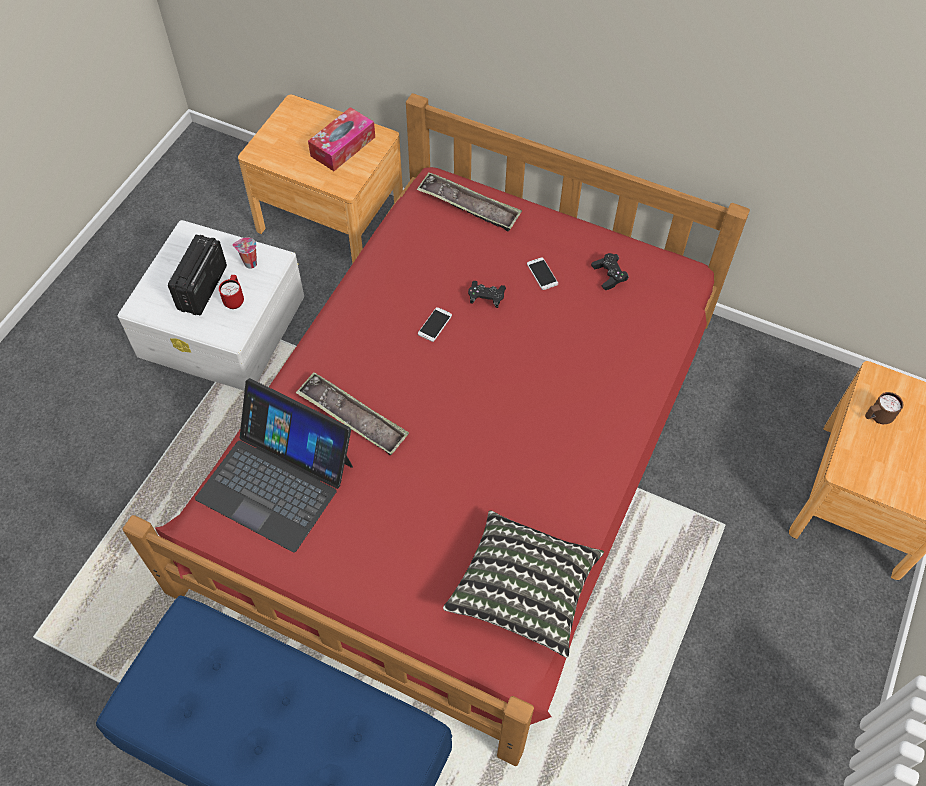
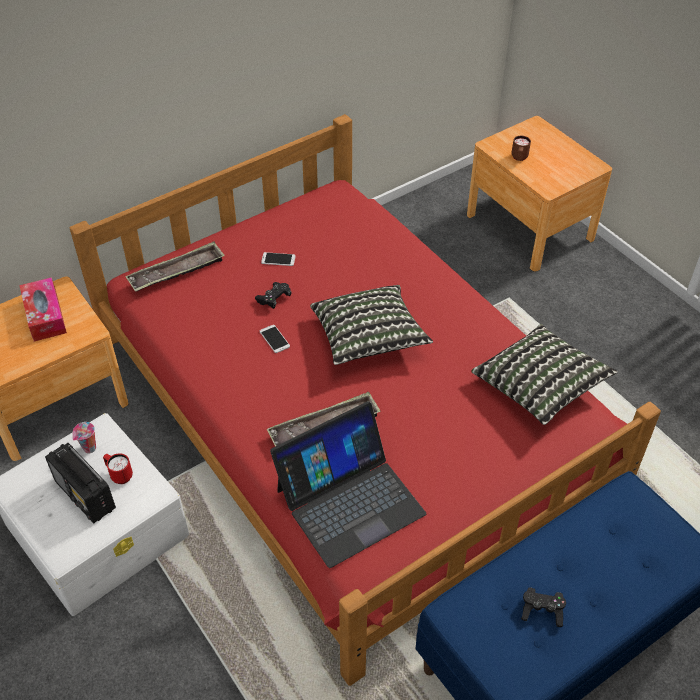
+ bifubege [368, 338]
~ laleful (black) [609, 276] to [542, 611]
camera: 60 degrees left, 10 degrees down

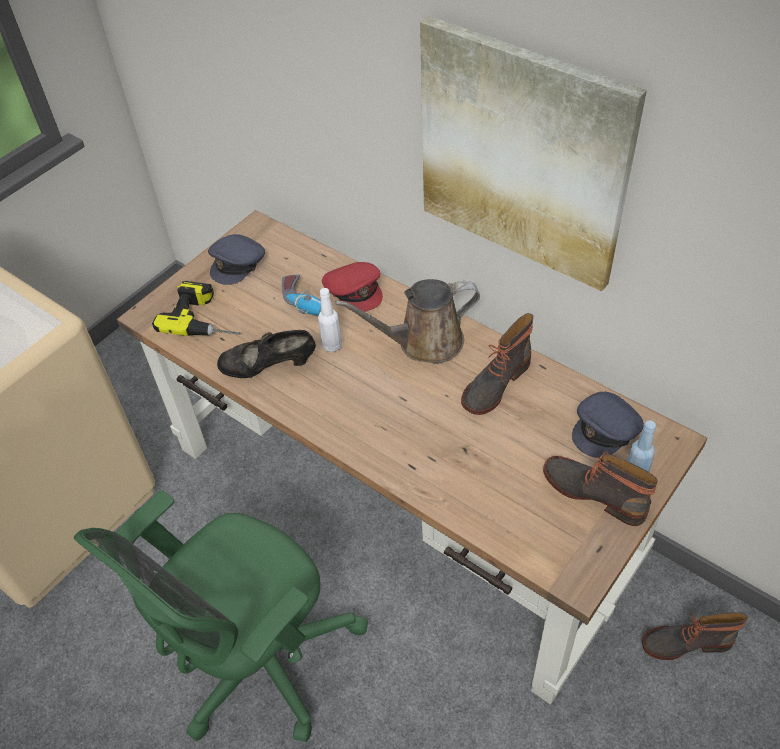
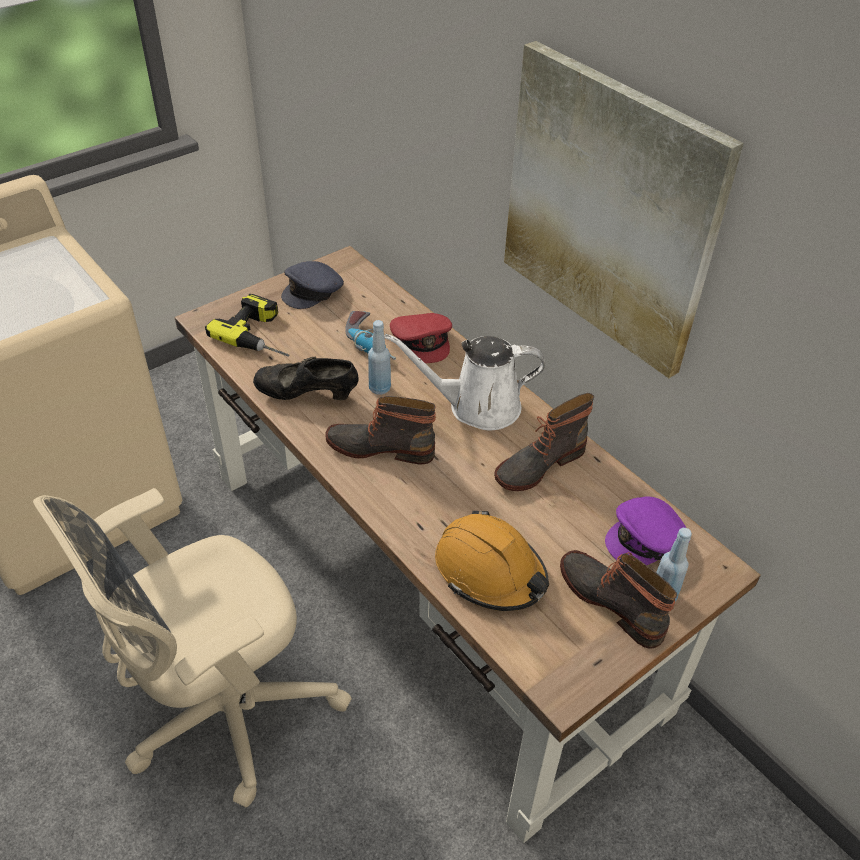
+ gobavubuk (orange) [490, 571]
~ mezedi [685, 642] to [381, 447]
~ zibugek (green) [258, 664] to zibugek (beige) [224, 713]
~ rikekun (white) [332, 345] to rikekun (blue) [379, 388]
~ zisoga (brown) [424, 342] to zisoga (white) [477, 406]
~ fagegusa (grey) [606, 429] to fagegusa (purple) [646, 539]
camera: 10 degrees right, 5 degrees down

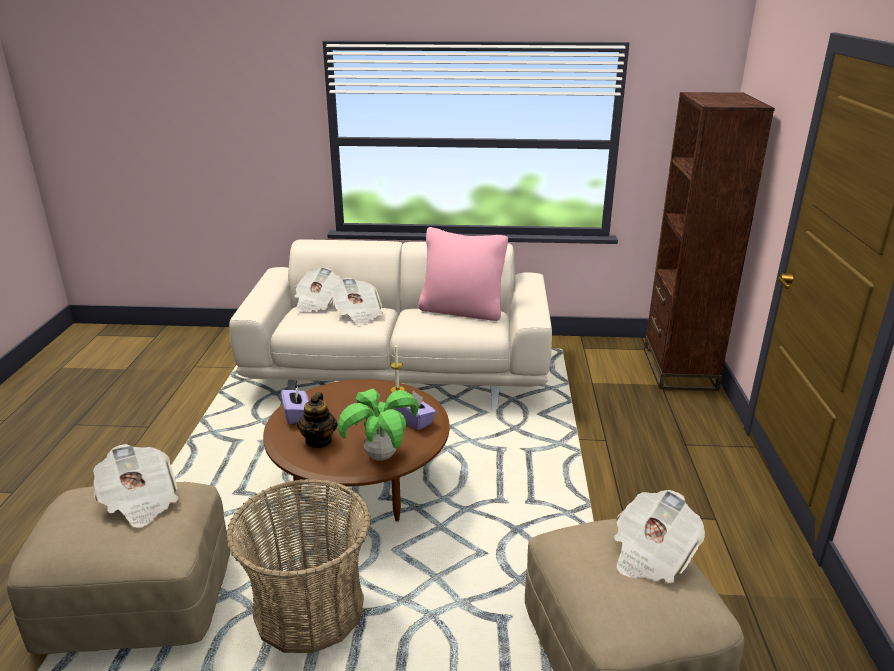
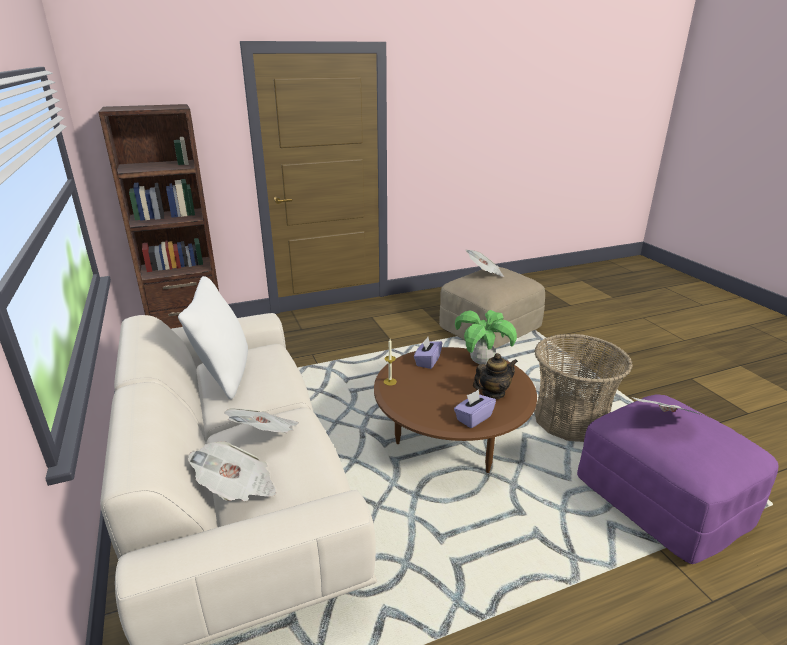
~ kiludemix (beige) [137, 602] to kiludemix (purple) [663, 501]
~ bifubege (pink) [462, 310] to bifubege (white) [224, 374]
camera: 115 degrees left, 0 degrees up

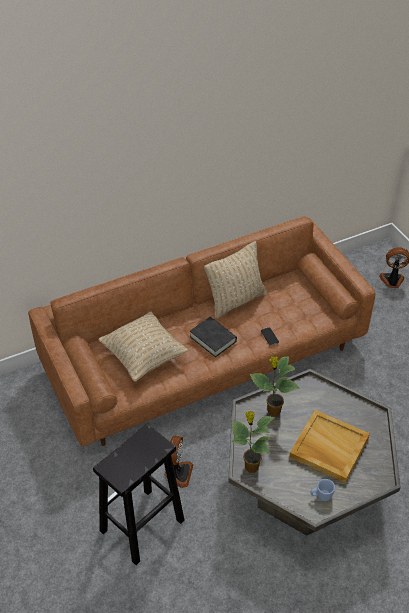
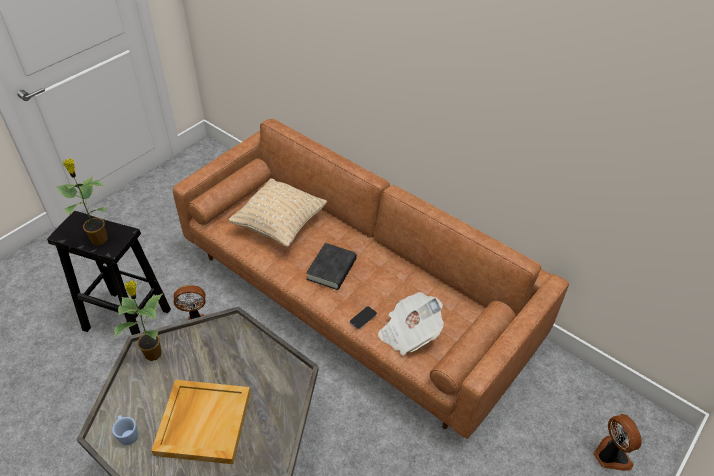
- bifubege (beige) [235, 301]
+ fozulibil [409, 333]
~ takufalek [273, 411] to [98, 239]
camera: 65 degrees right, 0 degrees up

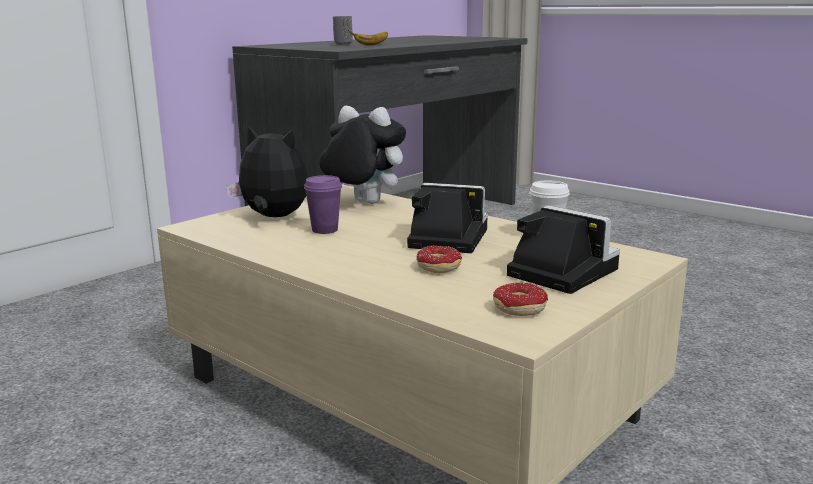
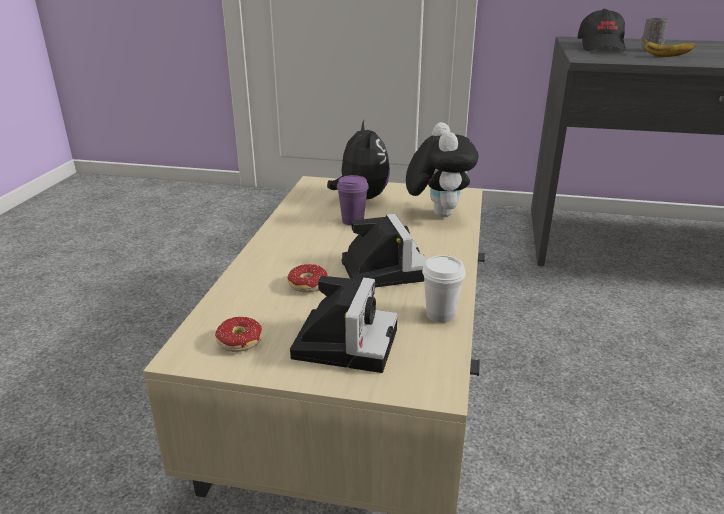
+ fagegusa (black) [601, 47]
camera: 60 degrees right, 10 degrees up

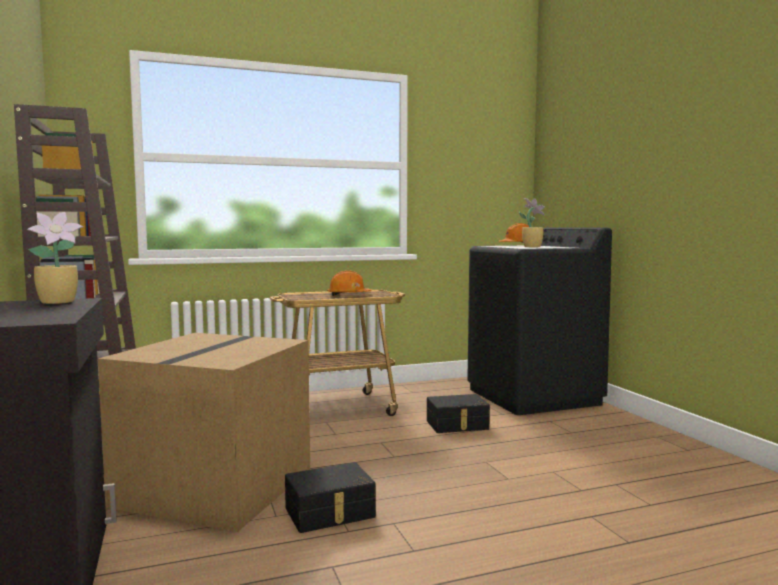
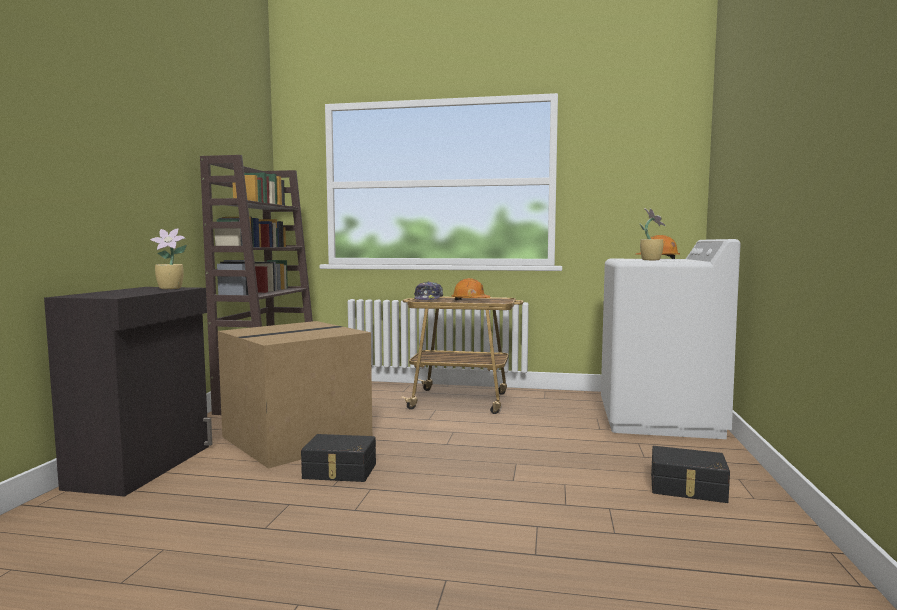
+ fagegusa [428, 299]
~ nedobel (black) [457, 425] to [688, 488]
~ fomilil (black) [533, 397] to fomilil (white) [659, 419]
camera: 30 degrees right, 0 degrees up

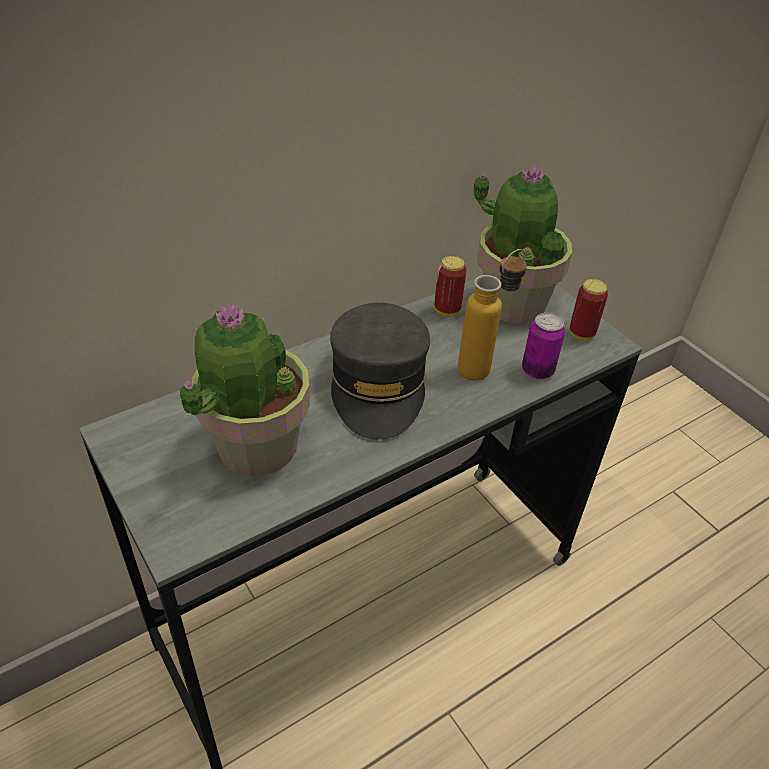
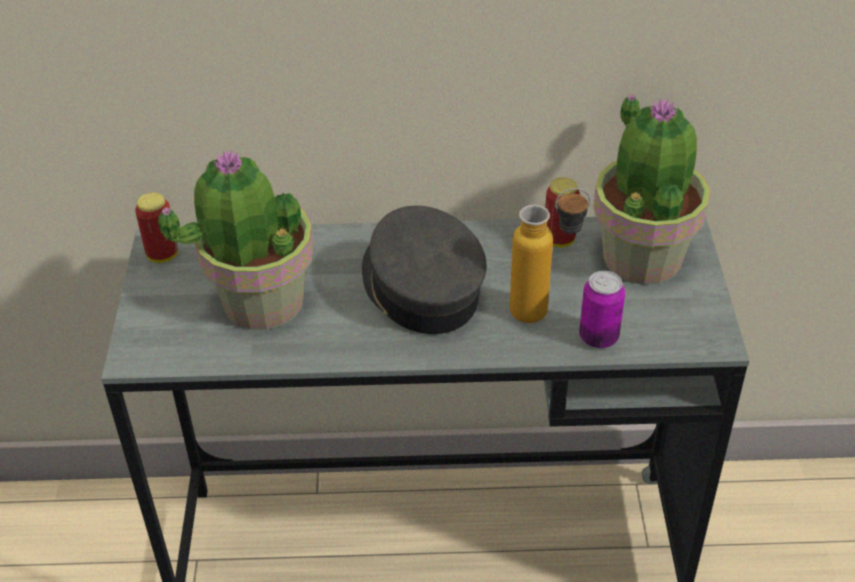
~ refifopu [581, 334] to [163, 255]
~ fagegusa (grey) [378, 384] = [420, 288] 120 degrees clockwise
camera: 35 degrees right, 0 degrees up

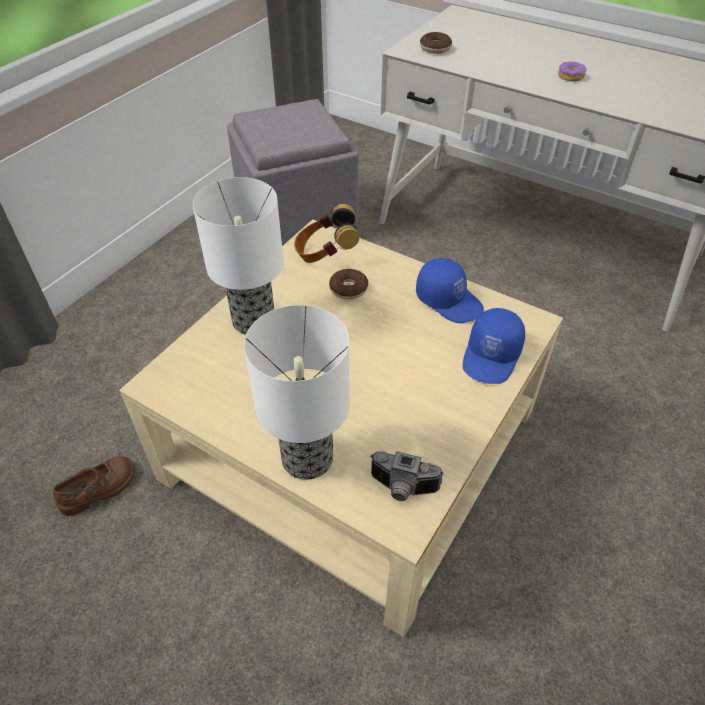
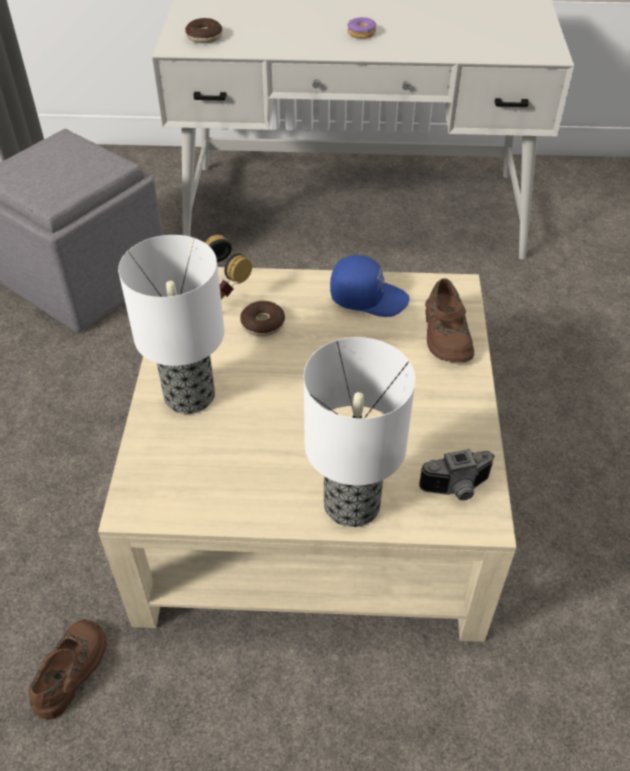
~ fagegusa (blue) [492, 356] to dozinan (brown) [445, 334]
camera: 30 degrees left, 0 degrees up

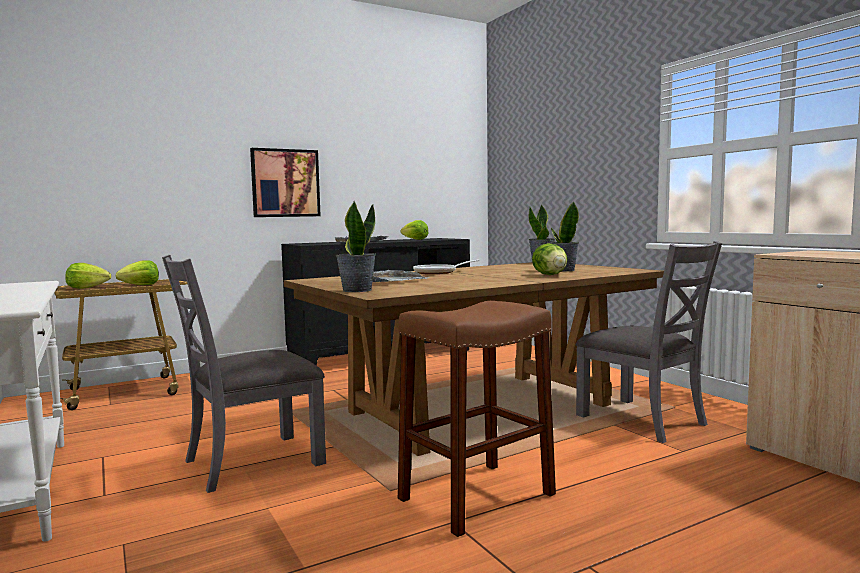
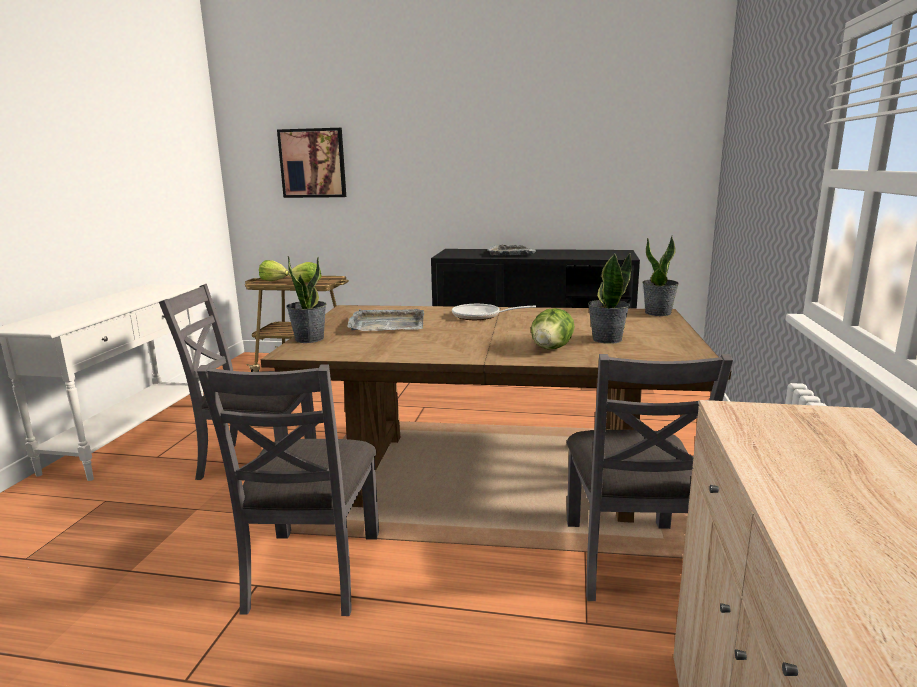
- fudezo [415, 239]
~ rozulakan [285, 183] to [312, 163]
~ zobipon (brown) [476, 496] to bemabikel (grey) [313, 570]
camera: 40 degrees right, 10 degrees up

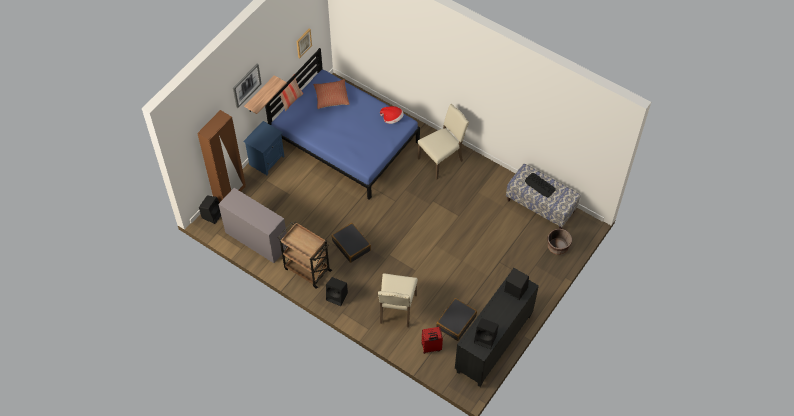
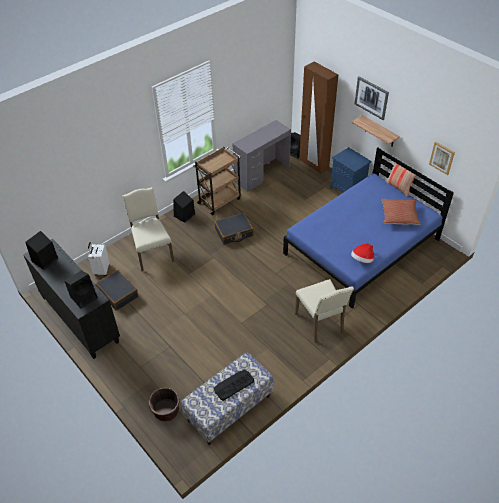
~ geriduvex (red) [431, 347] to geriduvex (white) [101, 270]
~ bemabikel (beige) [397, 309] = [152, 253] 45 degrees clockwise
camera: 105 degrees right, 10 degrees down

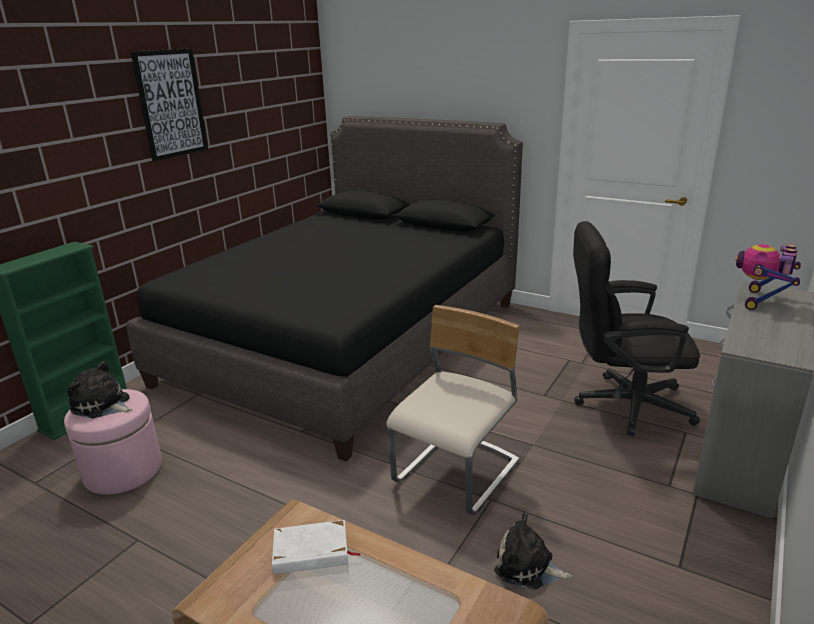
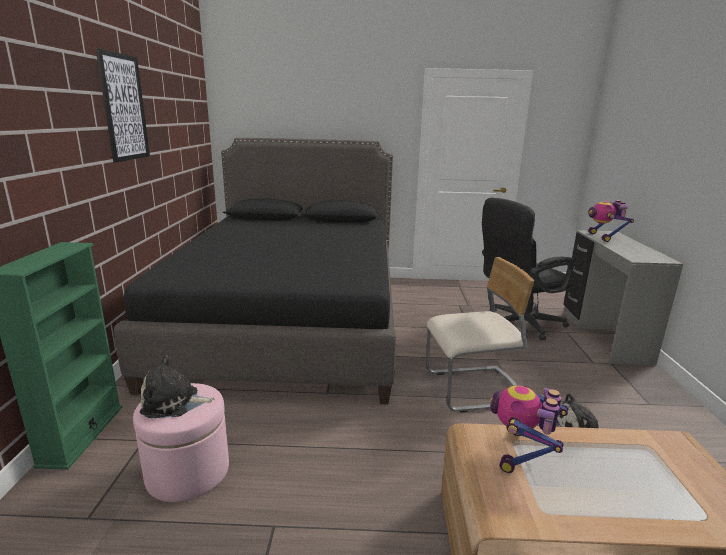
~ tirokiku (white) [311, 552] to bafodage [522, 453]
~ bemabikel (beige) [458, 474] = [474, 390] 75 degrees clockwise
camera: 30 degrees left, 5 degrees down

